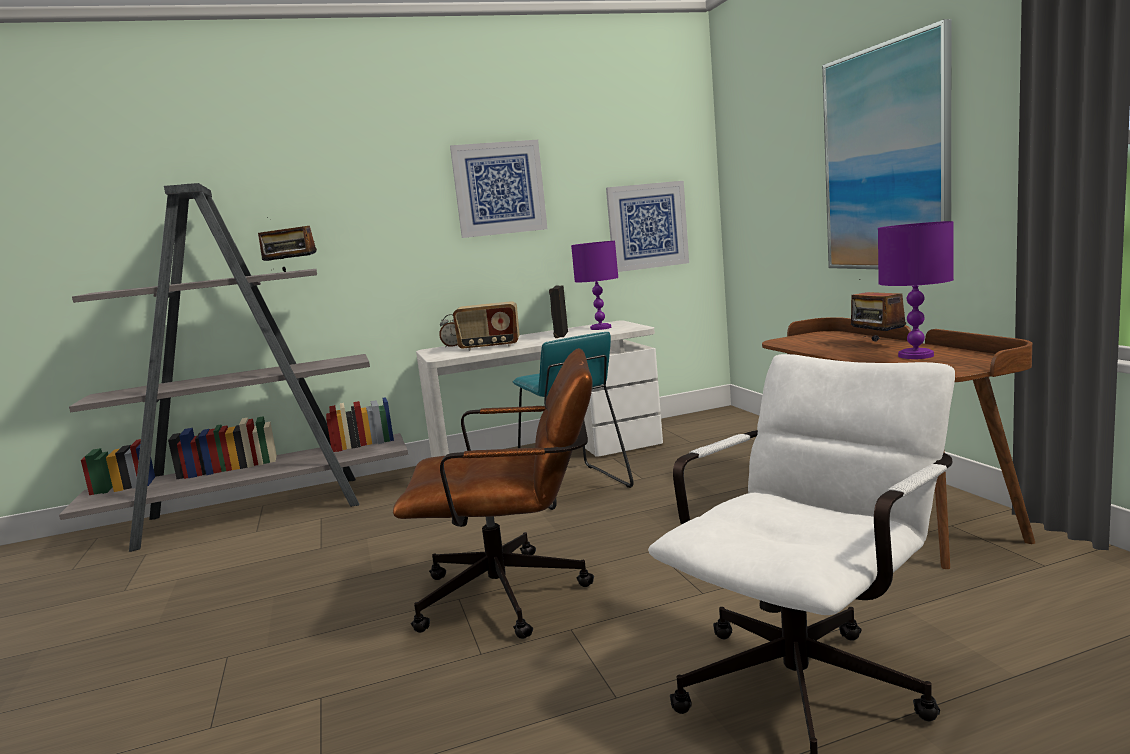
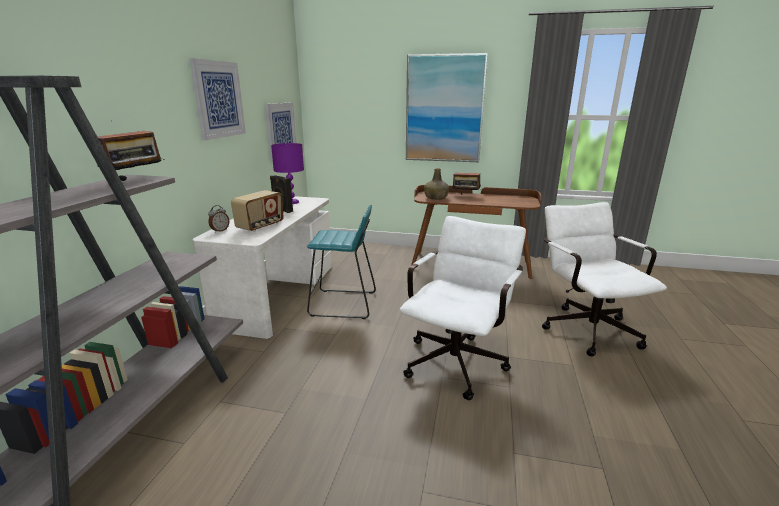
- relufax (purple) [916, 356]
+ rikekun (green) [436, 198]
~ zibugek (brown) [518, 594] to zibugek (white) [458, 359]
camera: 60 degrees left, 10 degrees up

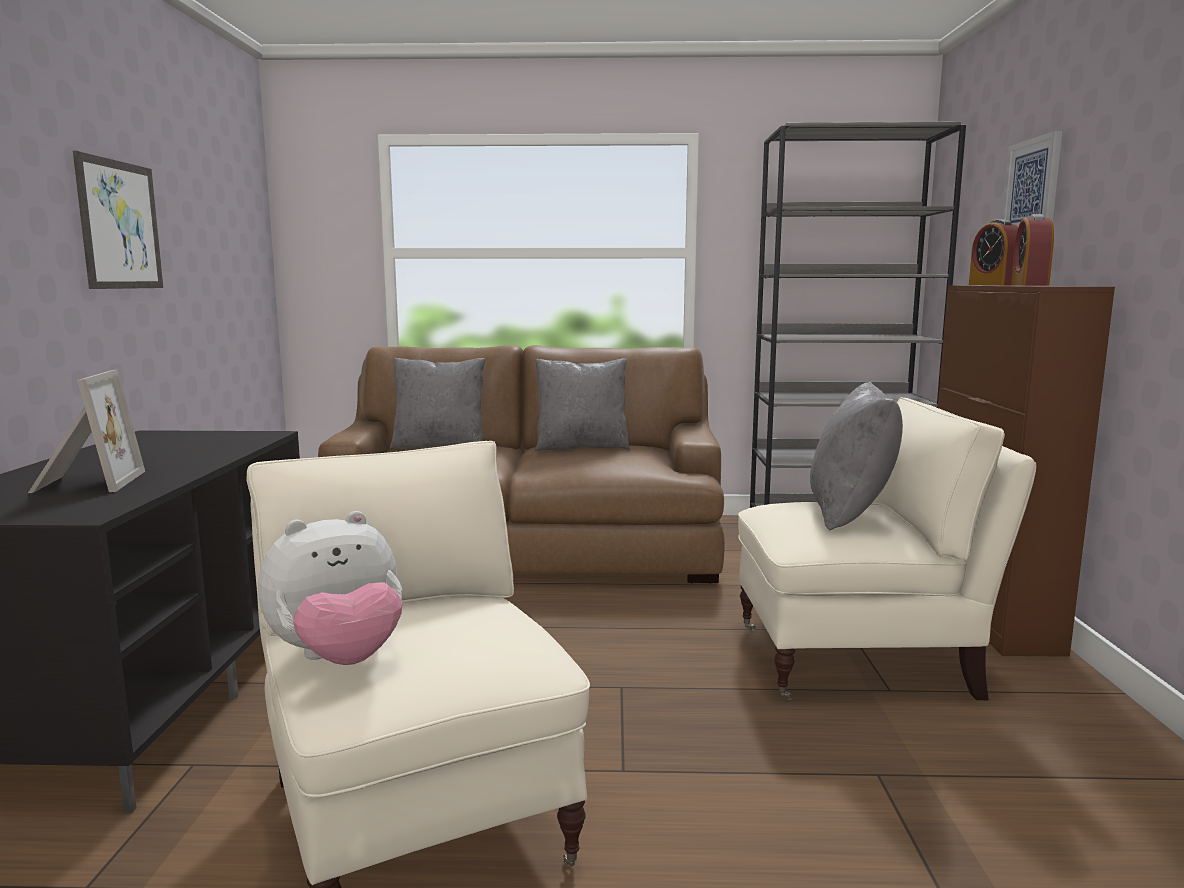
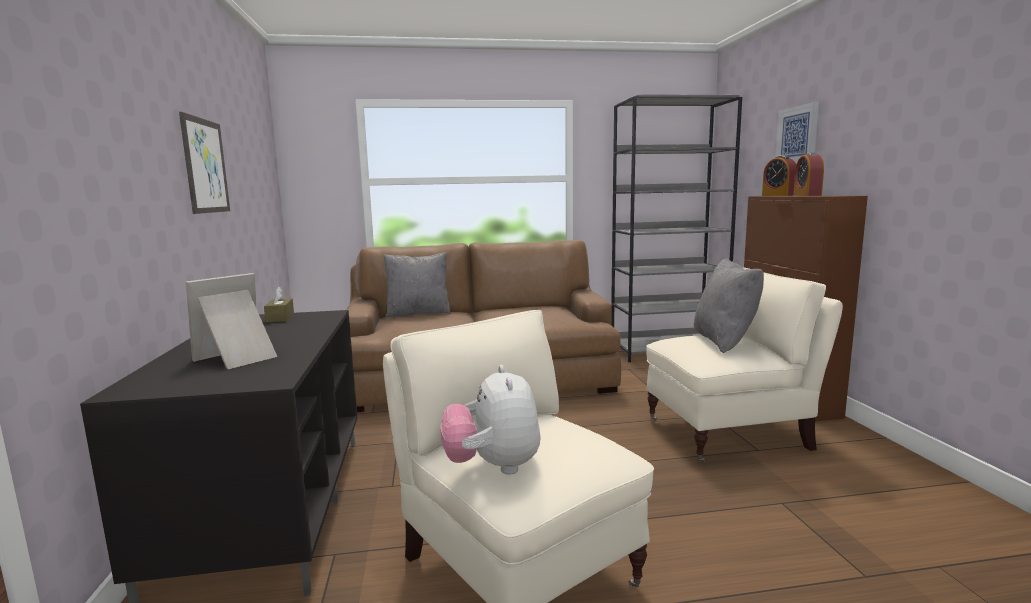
- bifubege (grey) [581, 447]
+ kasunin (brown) [280, 317]
~ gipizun [85, 483] = [239, 358] 120 degrees counterclockwise
~ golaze [339, 659] = [493, 467] 120 degrees clockwise
camera: 10 degrees left, 0 degrees up

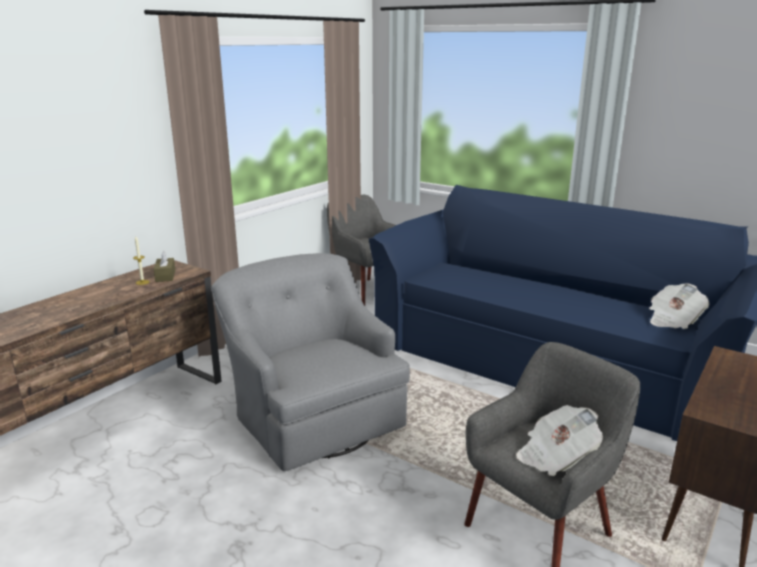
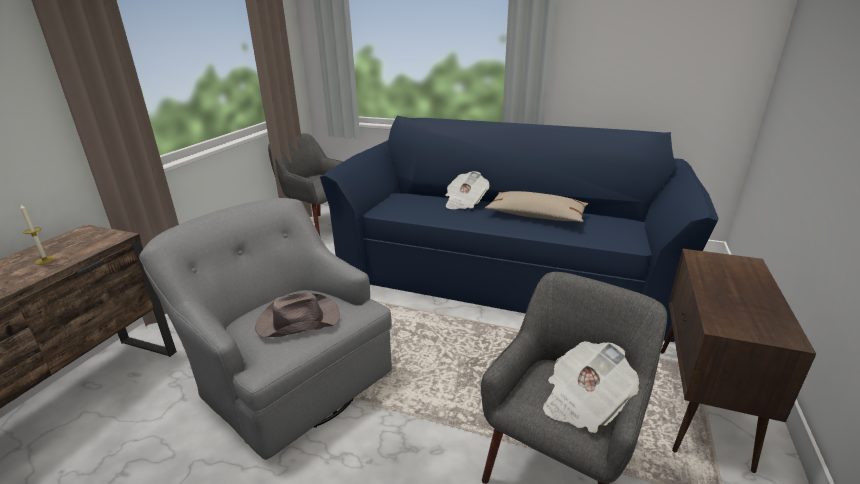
- kasunin (brown) [165, 276]
+ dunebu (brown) [297, 321]
+ bifubege (beige) [536, 216]
~ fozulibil [673, 320] to [464, 202]
camera: 15 degrees left, 5 degrees up

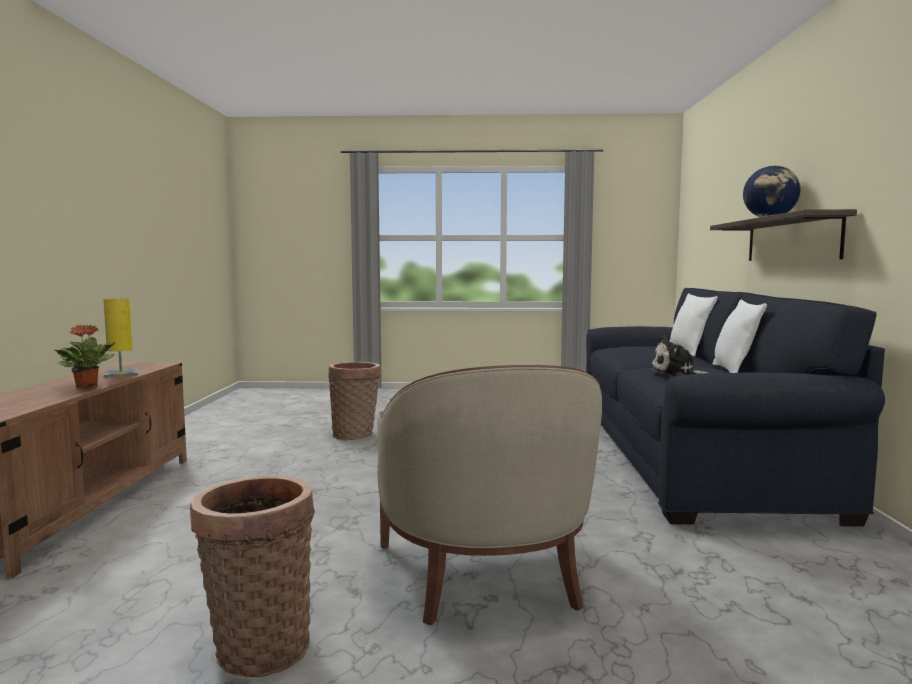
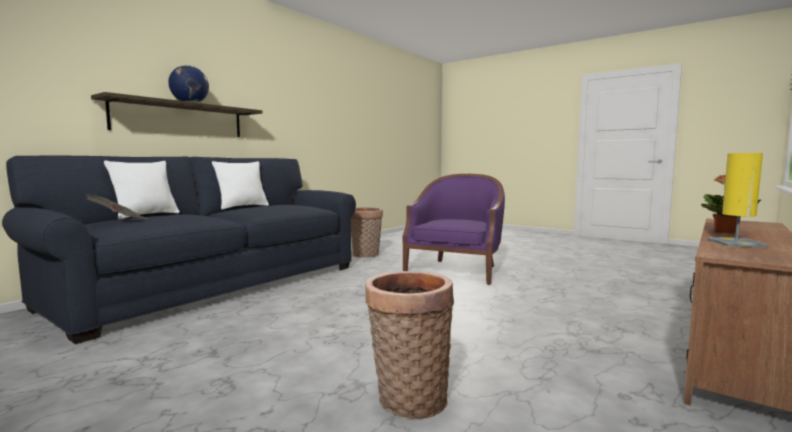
- golaze [677, 374]
+ fozulibil [119, 221]
~ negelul [258, 647] to [366, 255]
~ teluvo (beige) [484, 573] to teluvo (purple) [456, 271]
camera: 145 degrees left, 0 degrees up

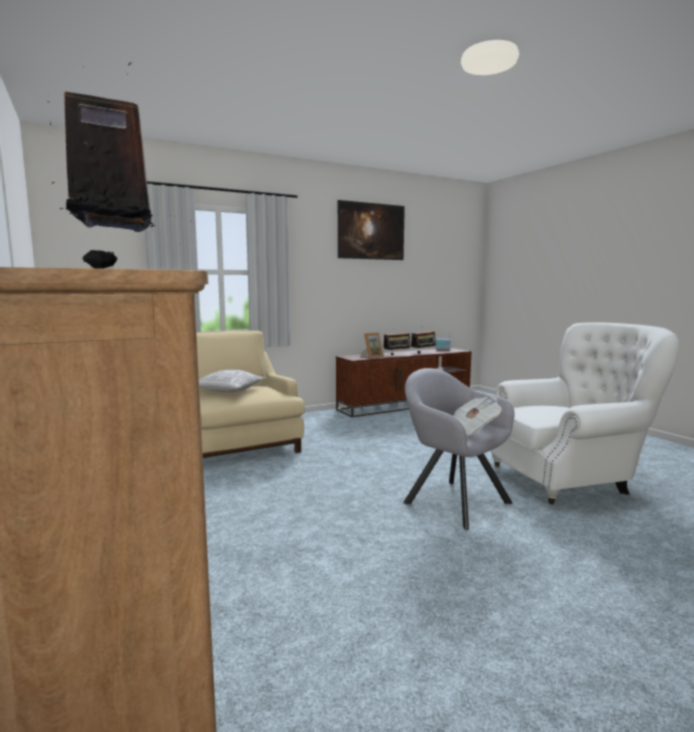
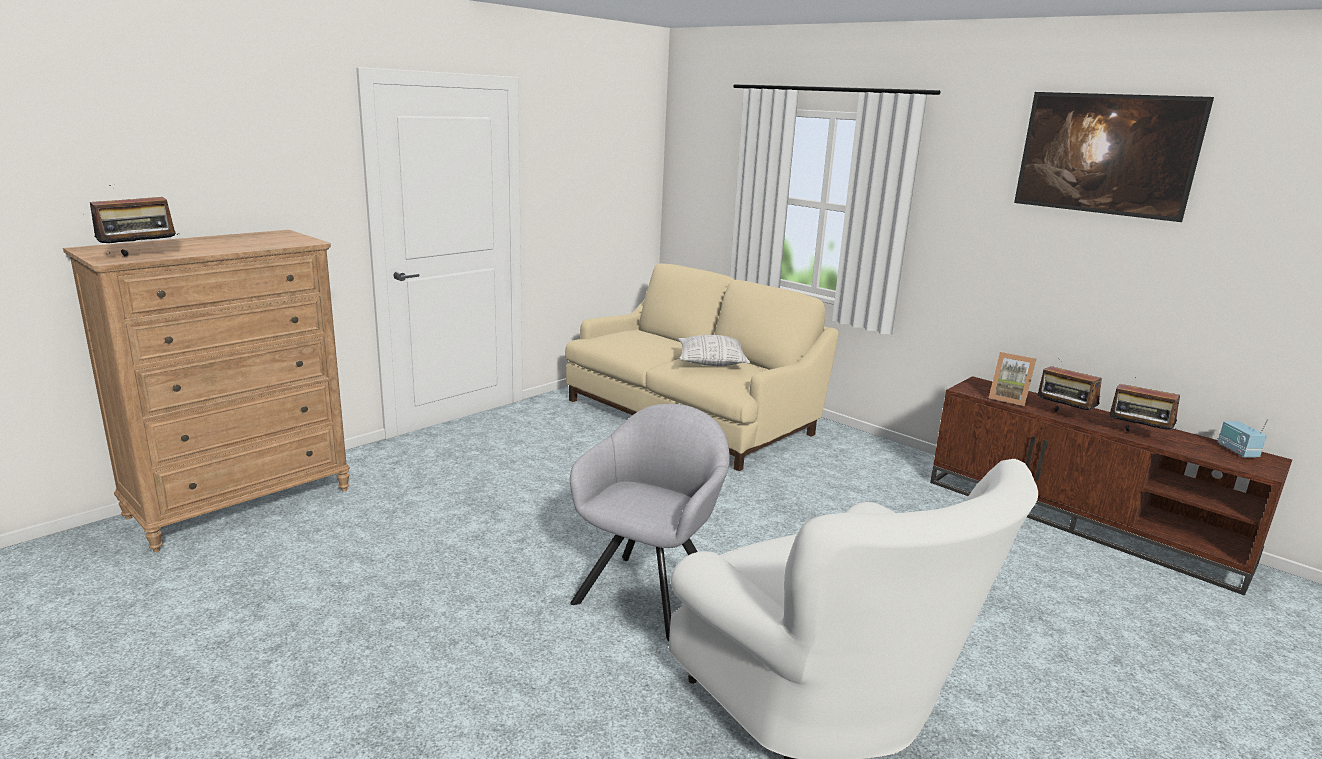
- fozulibil [470, 430]
camera: 70 degrees right, 10 degrees up

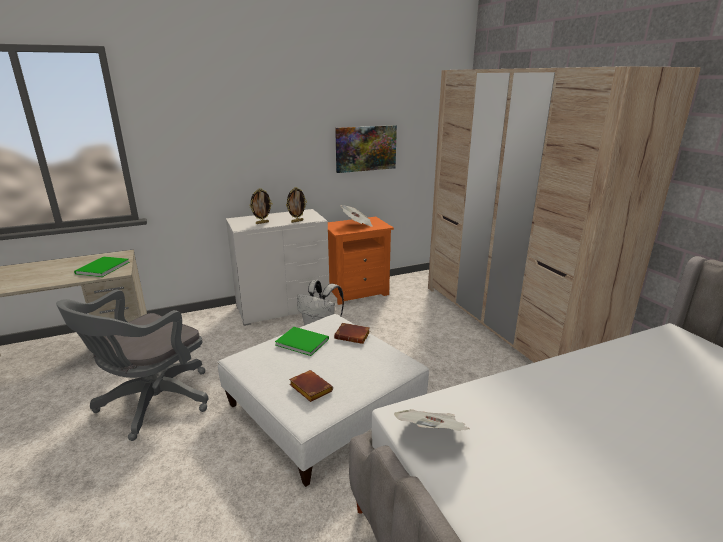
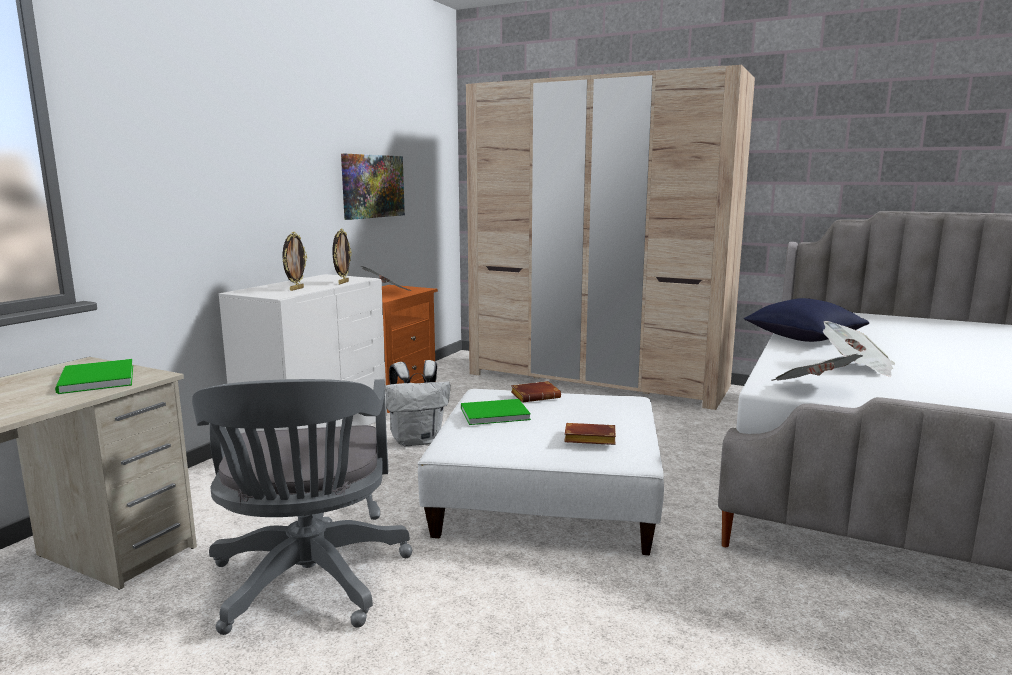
+ bifubege (blue) [803, 338]
+ fozulibil [857, 367]
camera: 40 degrees left, 10 degrees down

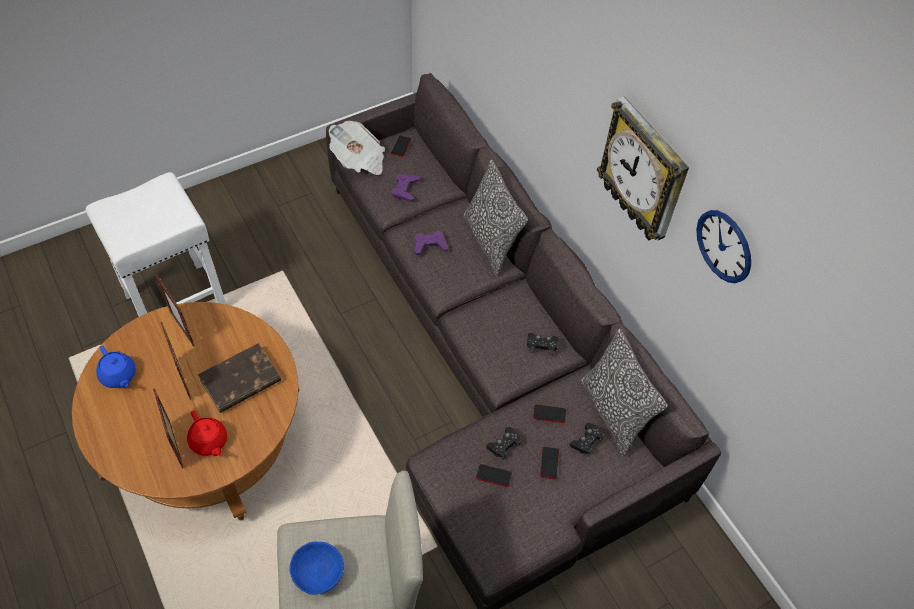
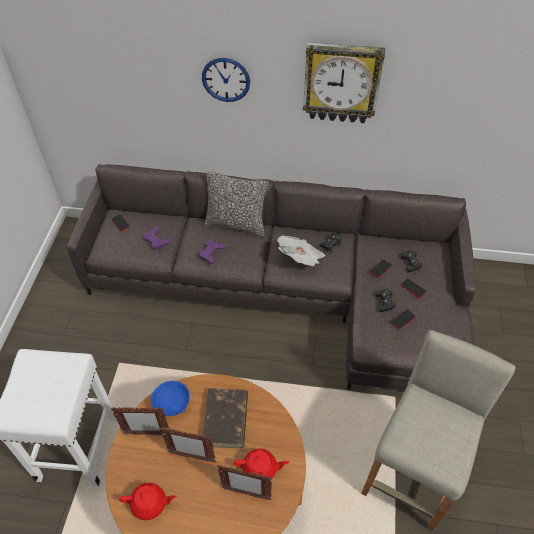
- bifubege [613, 413]
~ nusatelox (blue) [317, 572] to [171, 404]
~ fozulibil [359, 159] to [301, 258]
~ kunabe [724, 246] to [226, 79]
~ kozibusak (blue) [118, 375] to kozibusak (red) [149, 504]
camera: 50 degrees left, 5 degrees down

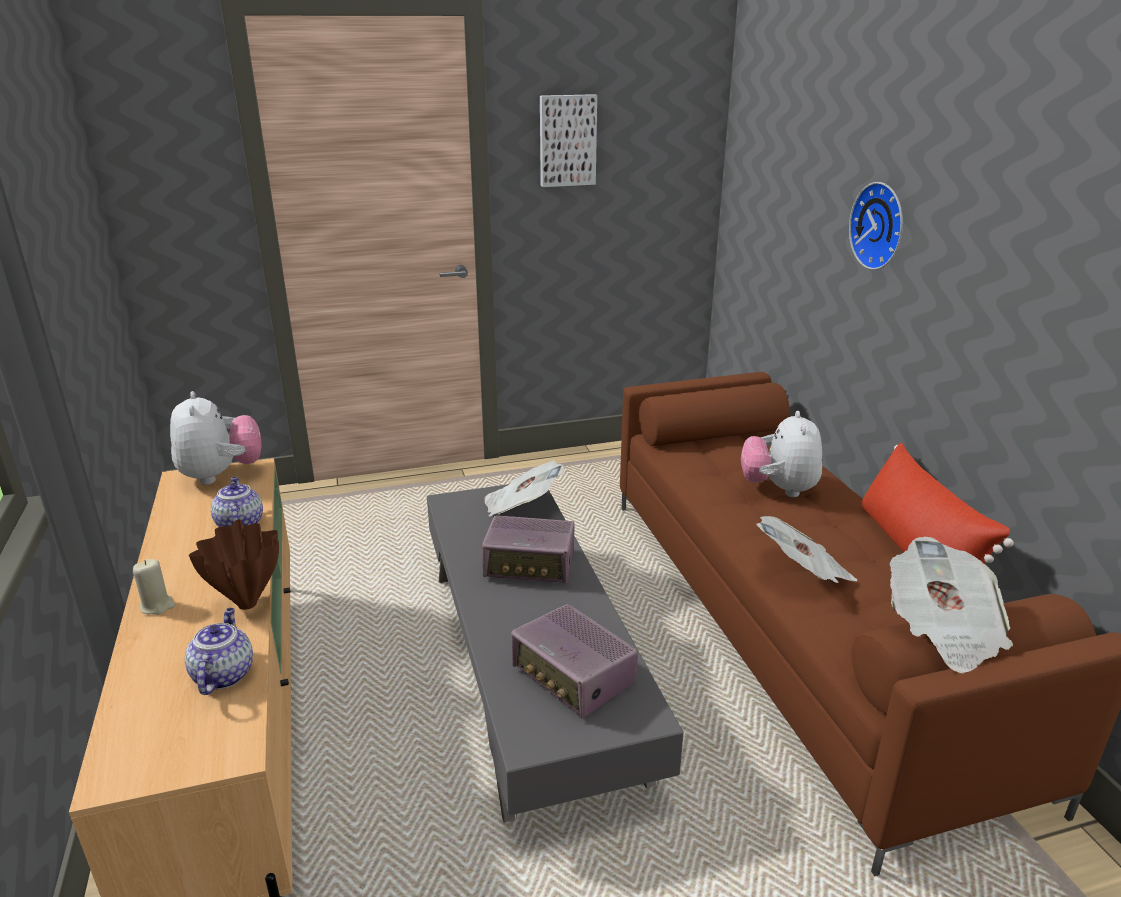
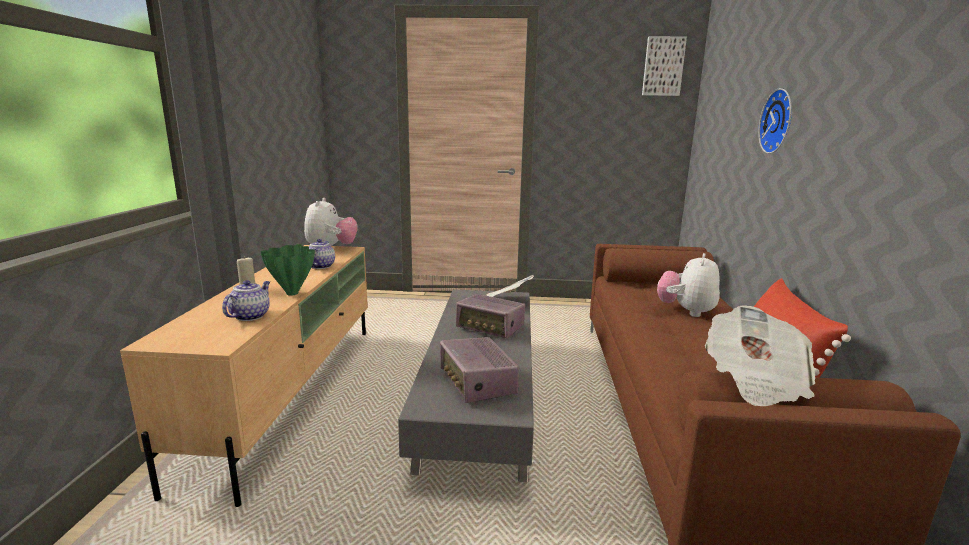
- fozulibil [803, 573]
~ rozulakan [567, 140] to [663, 66]
~ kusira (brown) [247, 605] to kusira (green) [291, 294]
camera: 20 degrees right, 10 degrees down

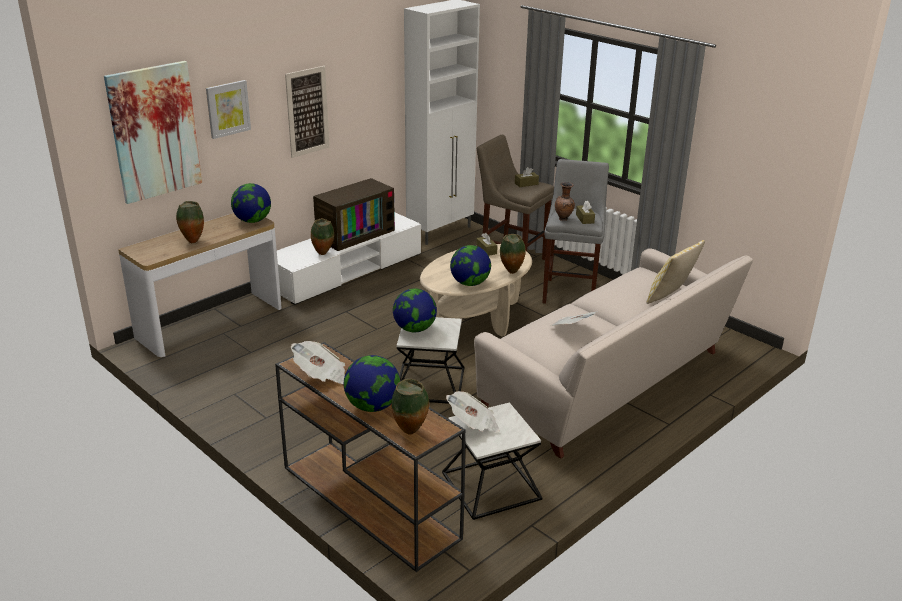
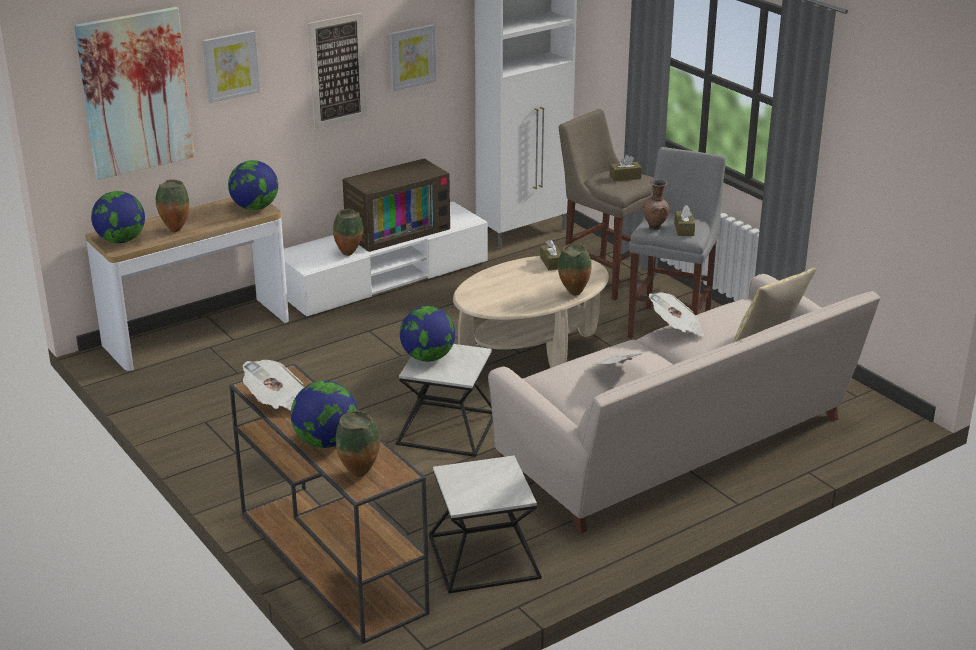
+ rozulakan [411, 57]
~ fozulibil [473, 424] to [676, 328]
~ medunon [470, 283] to [121, 240]
camera: 10 degrees right, 0 degrees up

